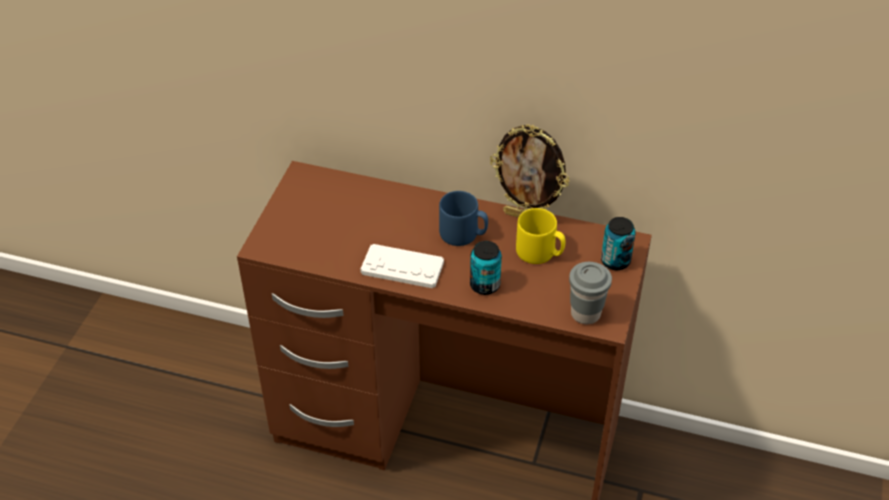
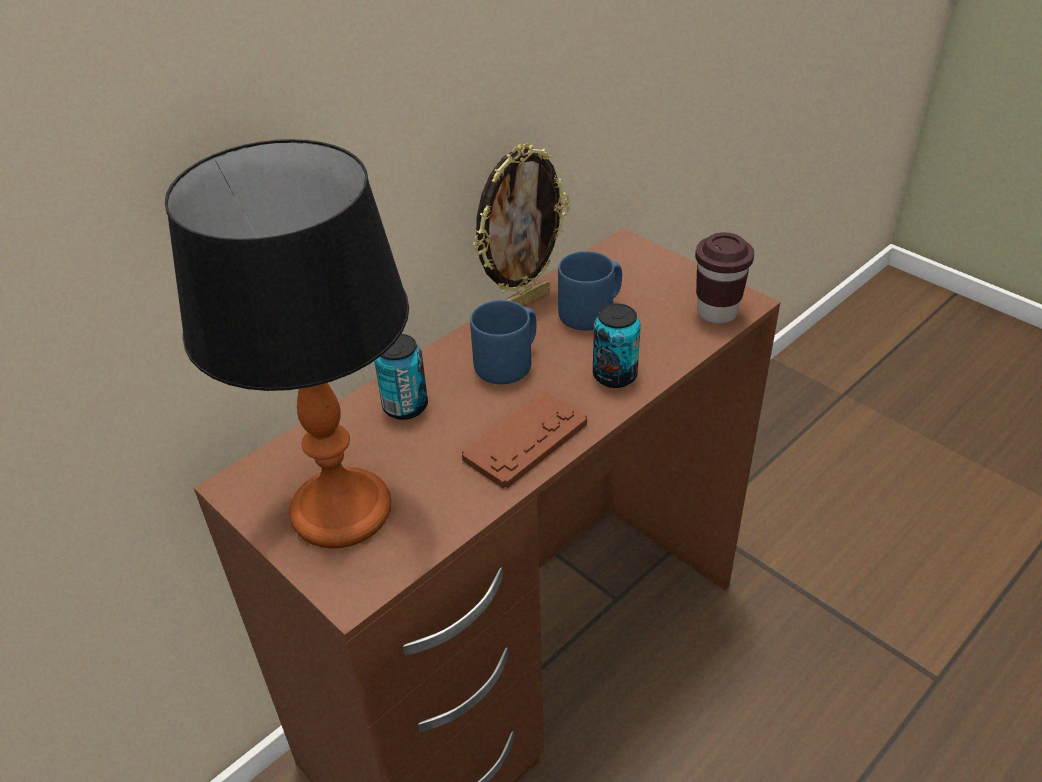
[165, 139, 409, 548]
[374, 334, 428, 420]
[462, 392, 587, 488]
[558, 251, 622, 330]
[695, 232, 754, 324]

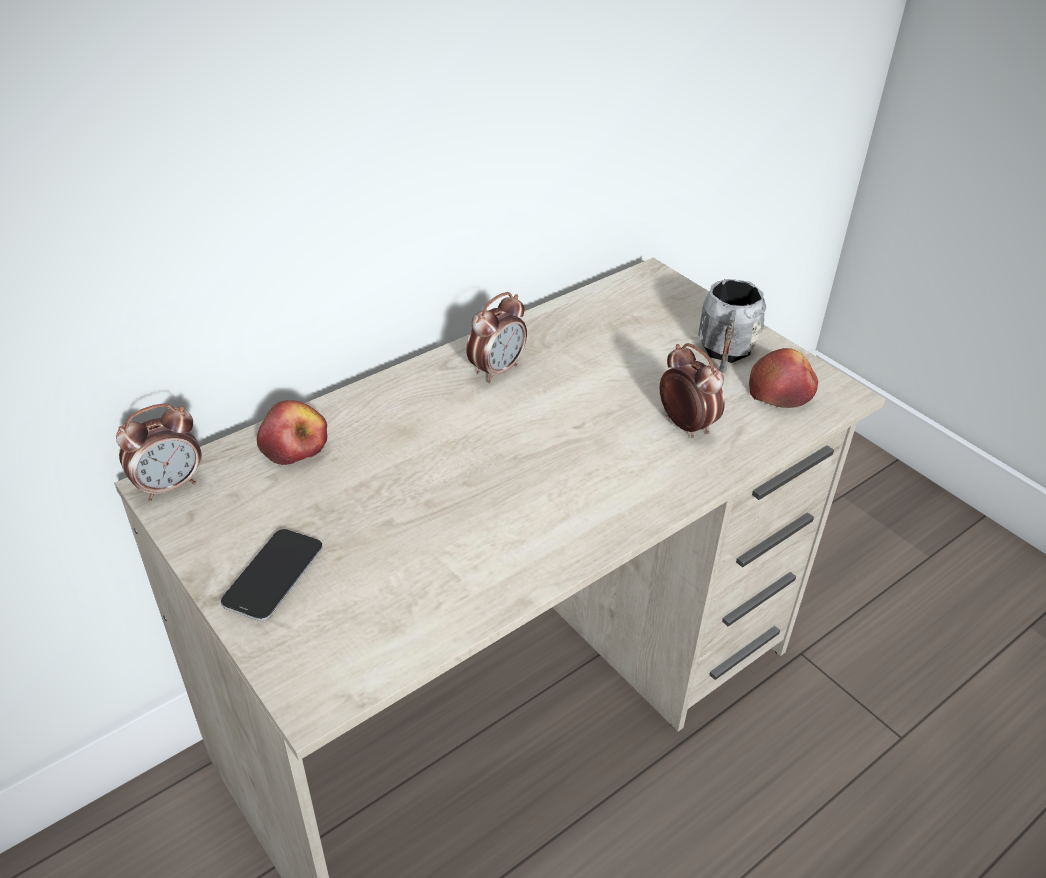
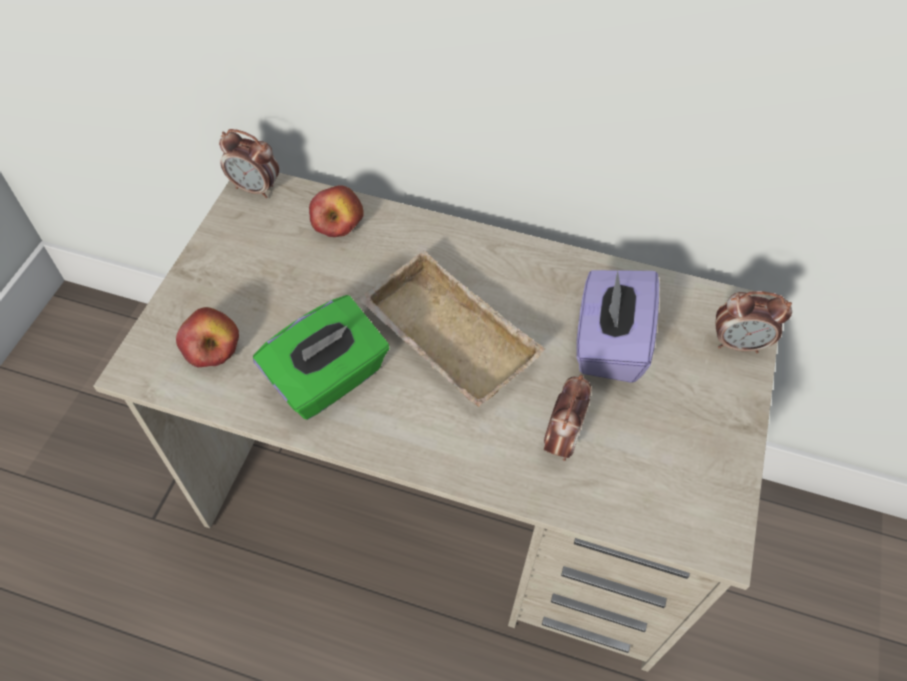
[176, 307, 239, 367]
[253, 295, 390, 420]
[358, 250, 545, 407]
[576, 270, 659, 383]
[715, 291, 792, 353]
[221, 529, 323, 621] (first image)
[698, 279, 766, 373] (first image)

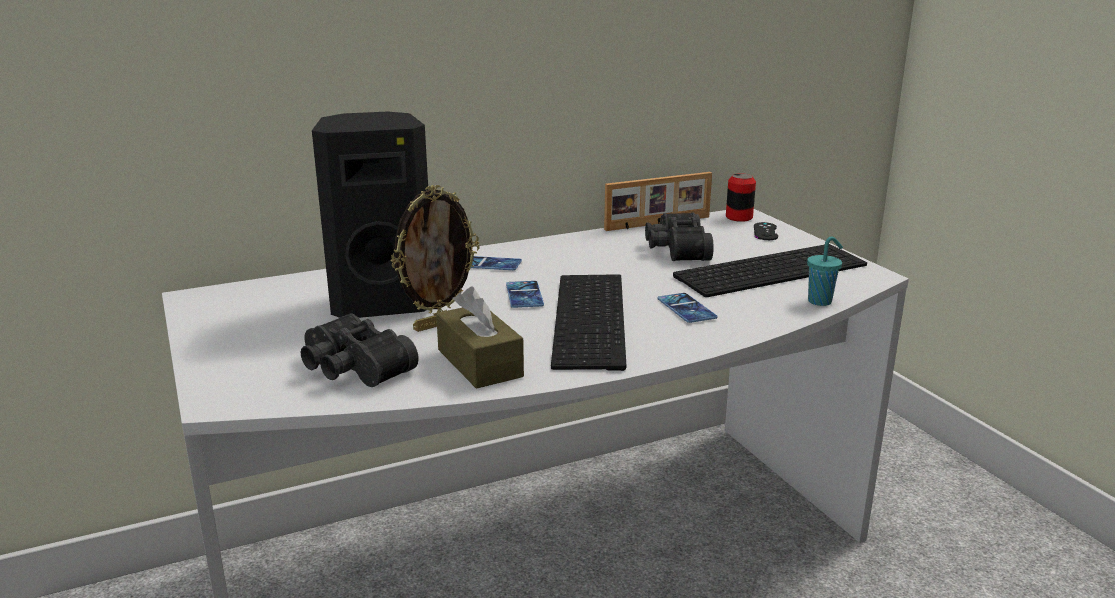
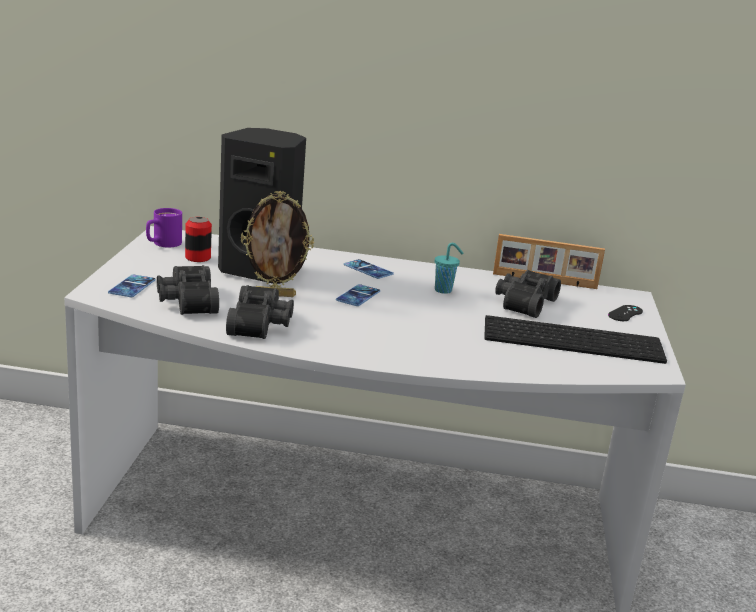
[108, 274, 156, 297]
[146, 208, 182, 247]
[185, 217, 212, 262]
[226, 285, 294, 339]
[435, 243, 463, 294]
[551, 274, 626, 371] (first image)

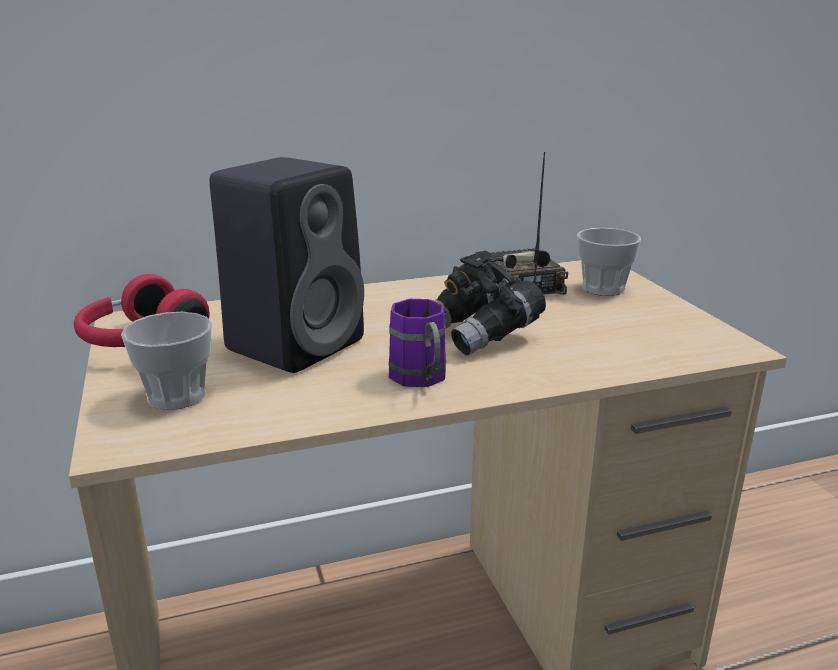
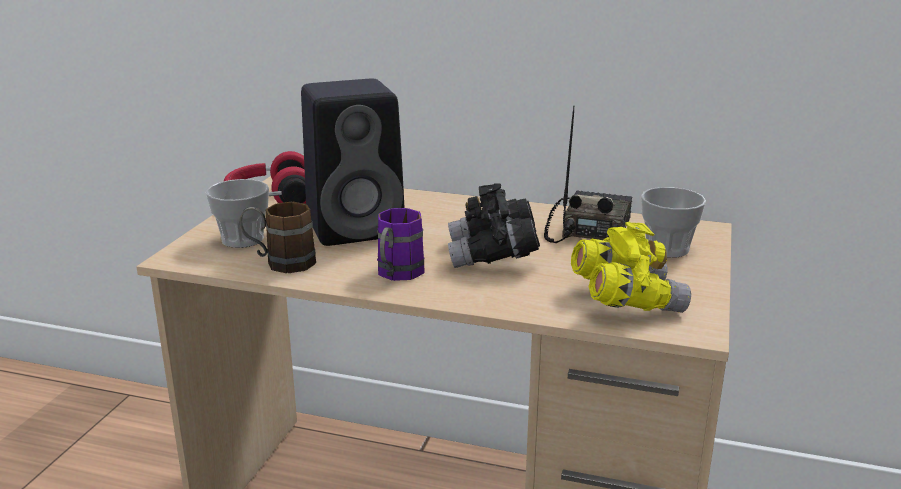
[240, 202, 316, 273]
[571, 221, 691, 313]

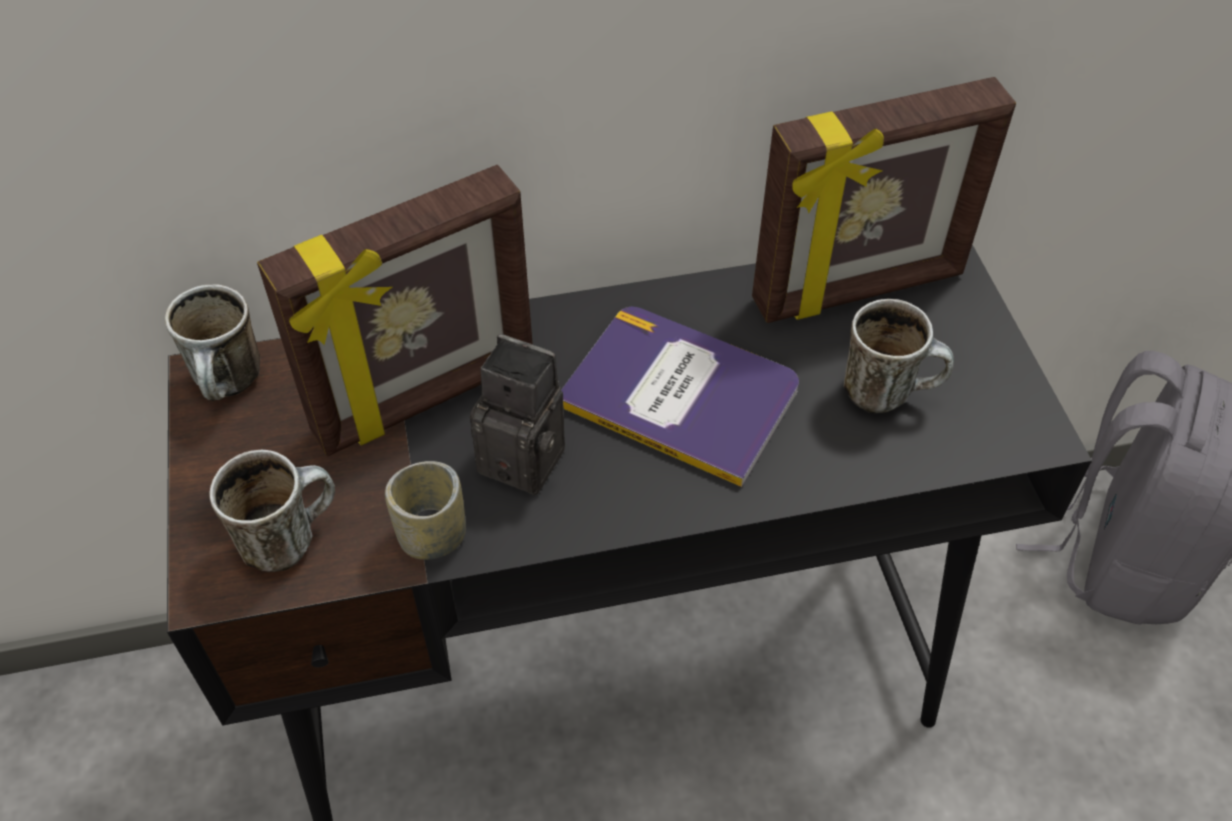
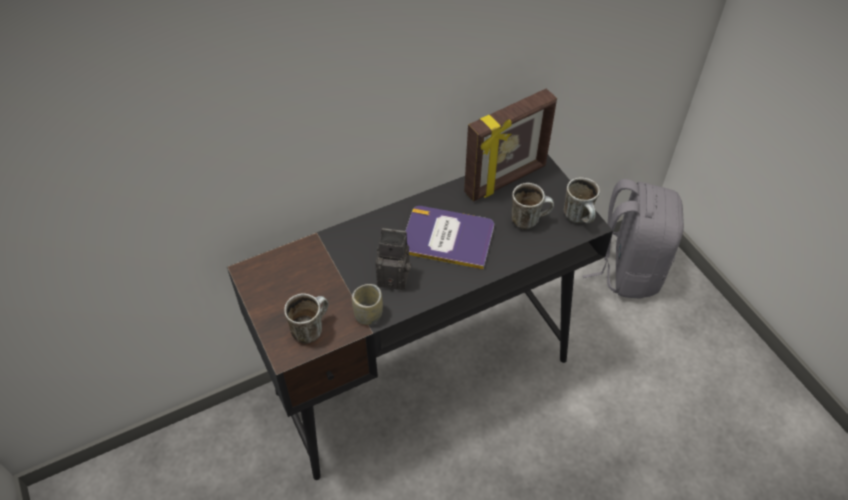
[564, 177, 600, 224]
[257, 165, 533, 456] (first image)

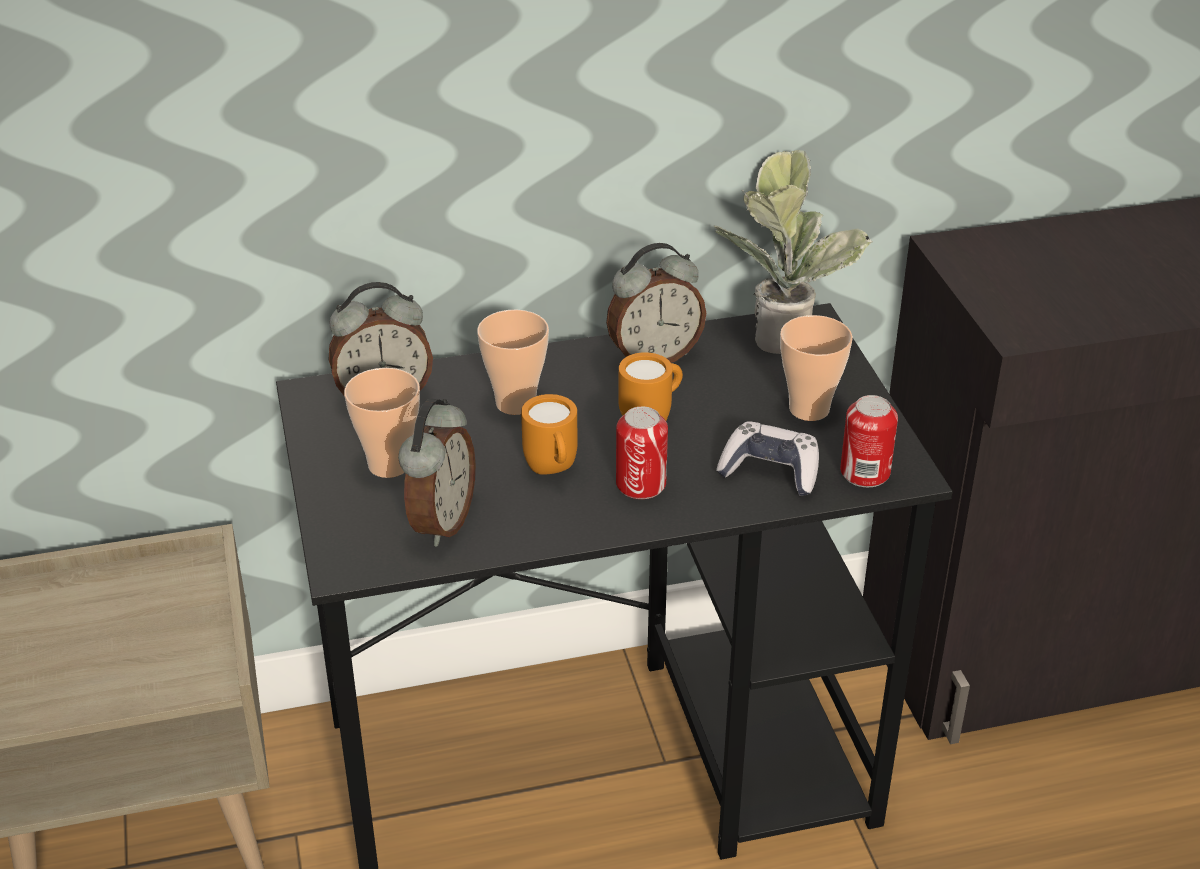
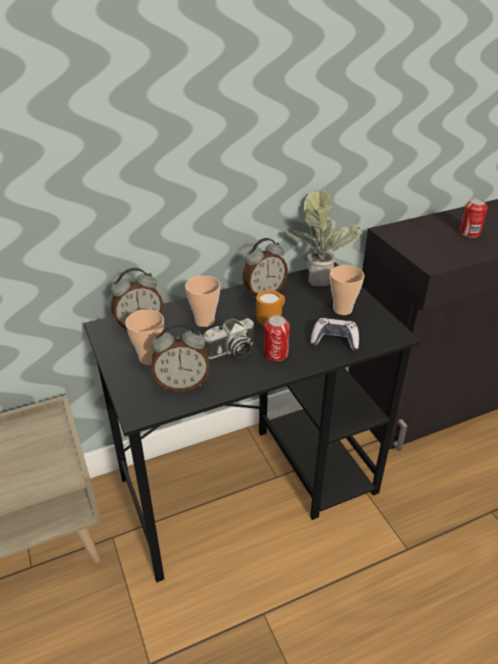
[152, 323, 209, 392]
[203, 318, 254, 359]
[460, 199, 488, 238]

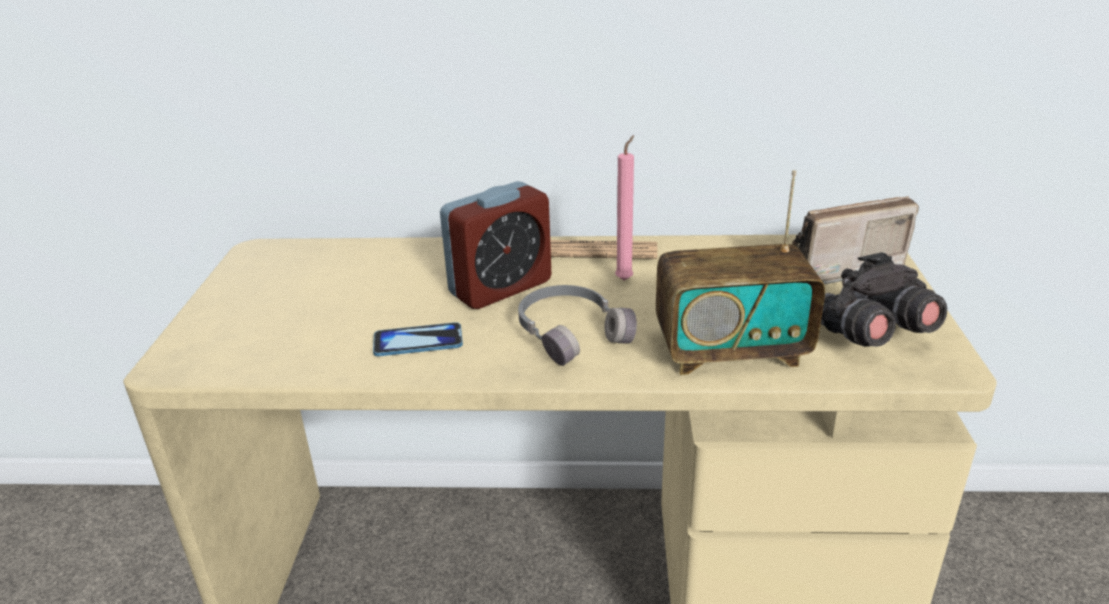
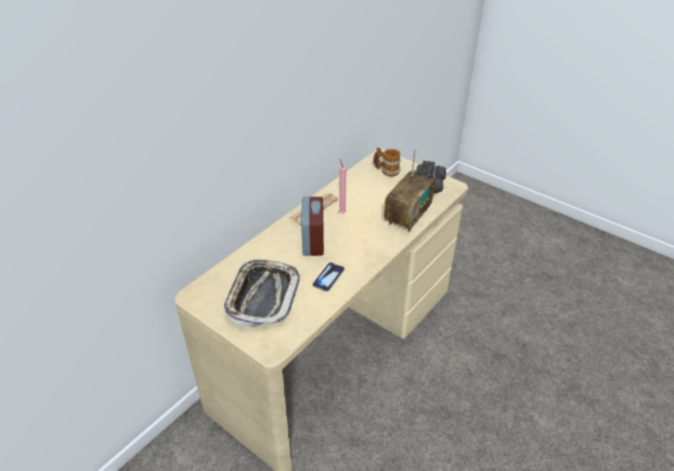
[224, 259, 300, 328]
[373, 147, 401, 177]
[518, 285, 637, 366] (first image)

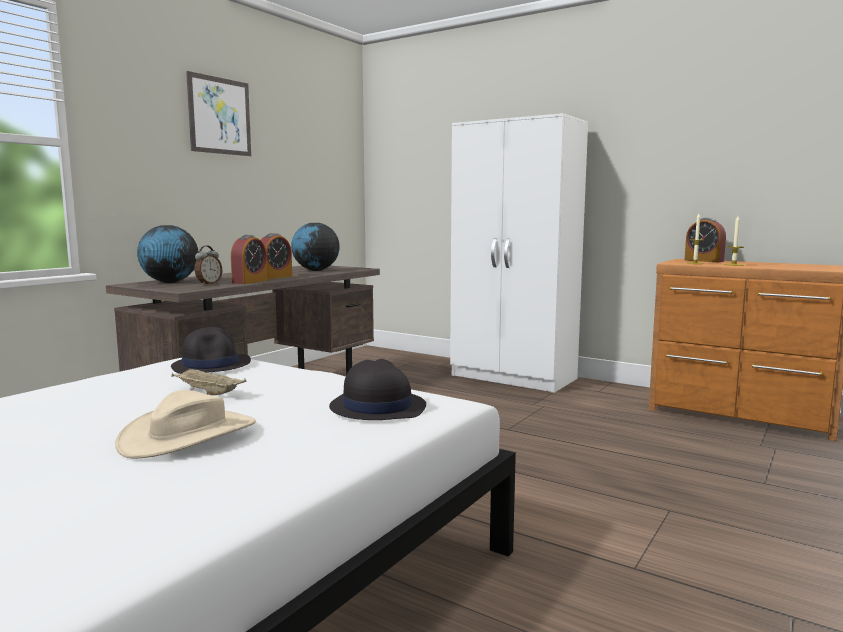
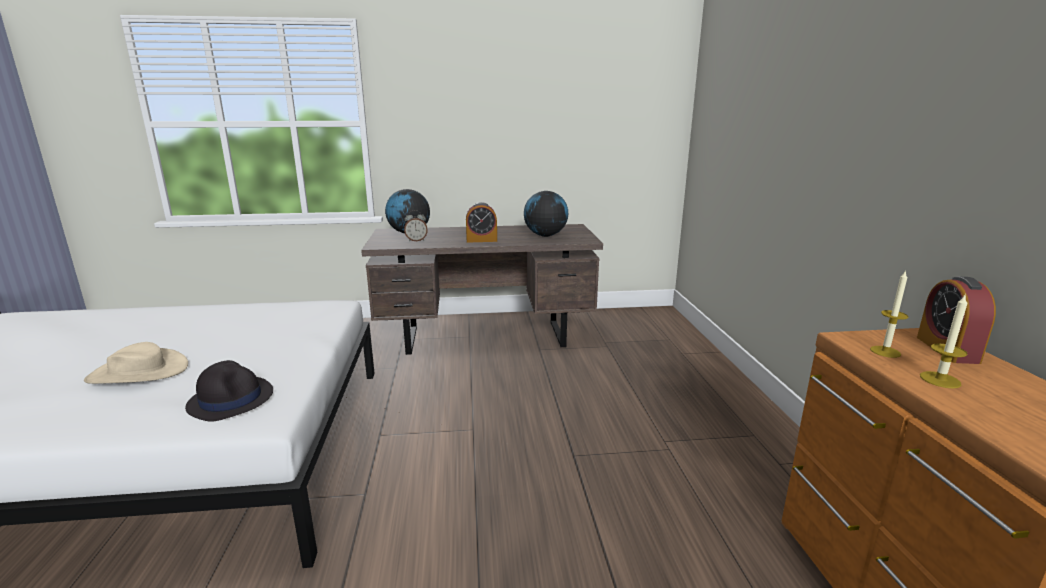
[171, 327, 251, 374] (first image)
[171, 368, 246, 395] (first image)
[186, 71, 251, 156] (first image)
[231, 235, 268, 284] (first image)
[450, 113, 588, 393] (first image)

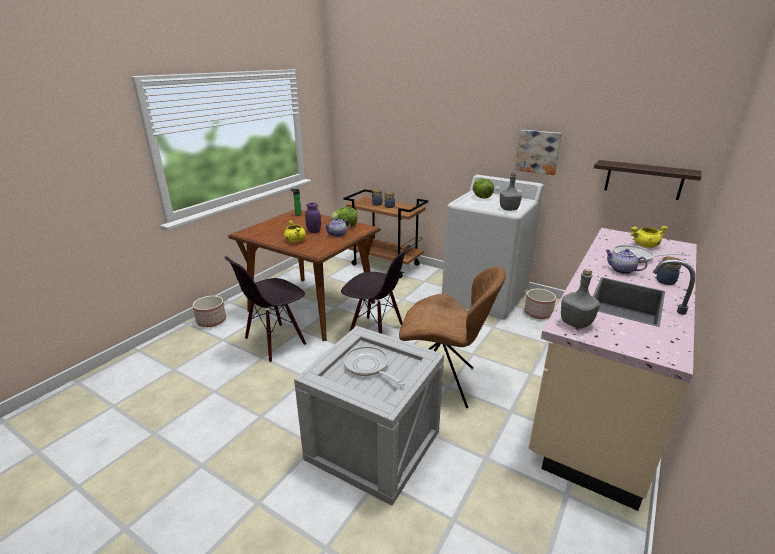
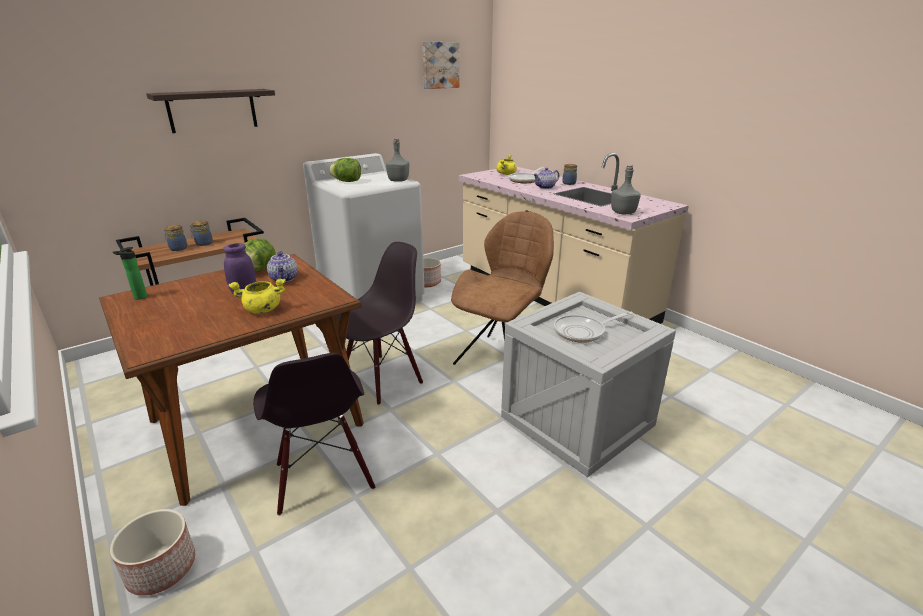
[146, 89, 275, 133]
[422, 42, 460, 89]

